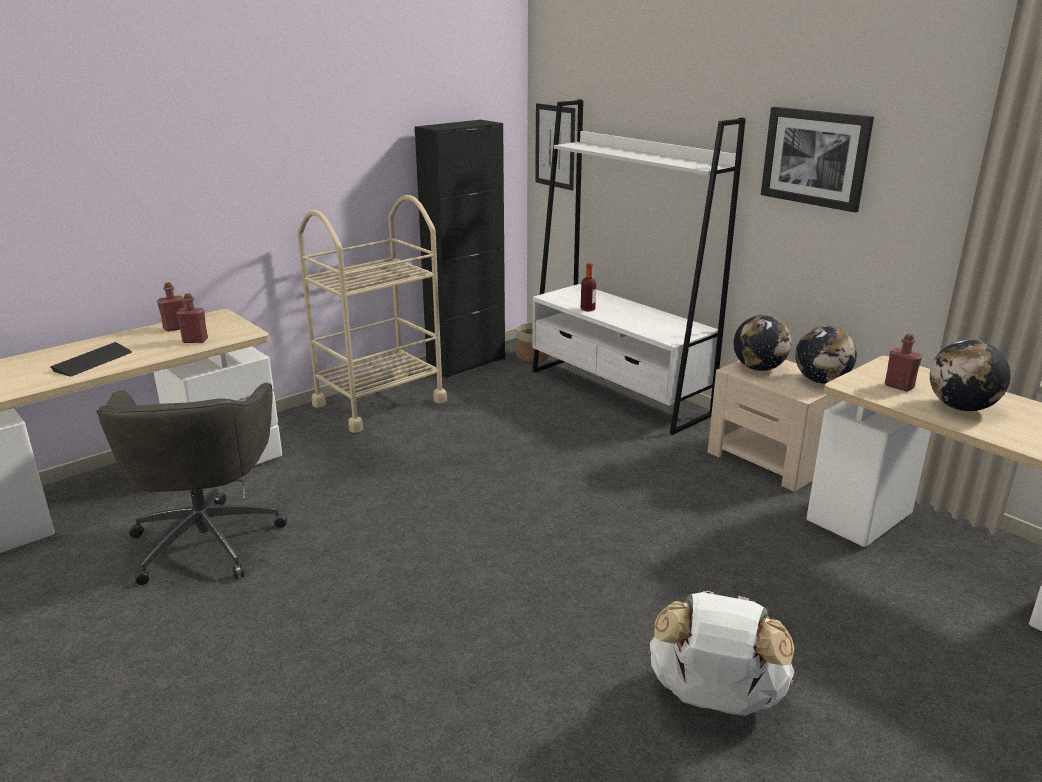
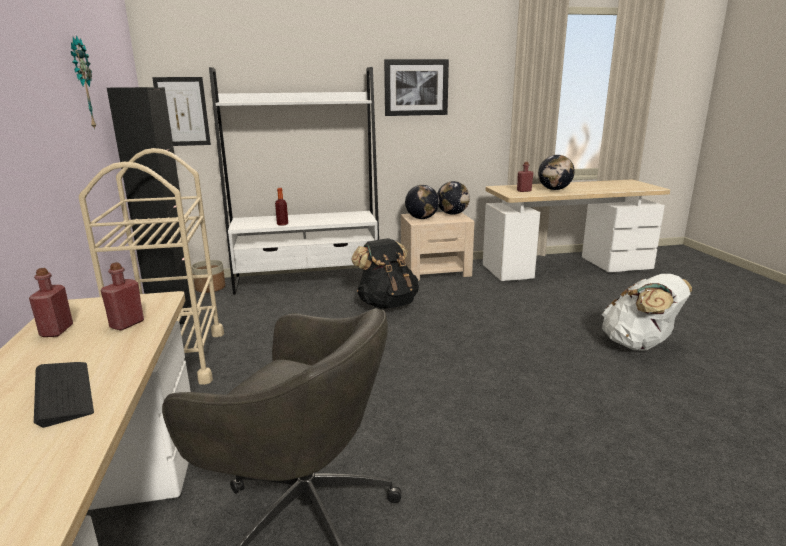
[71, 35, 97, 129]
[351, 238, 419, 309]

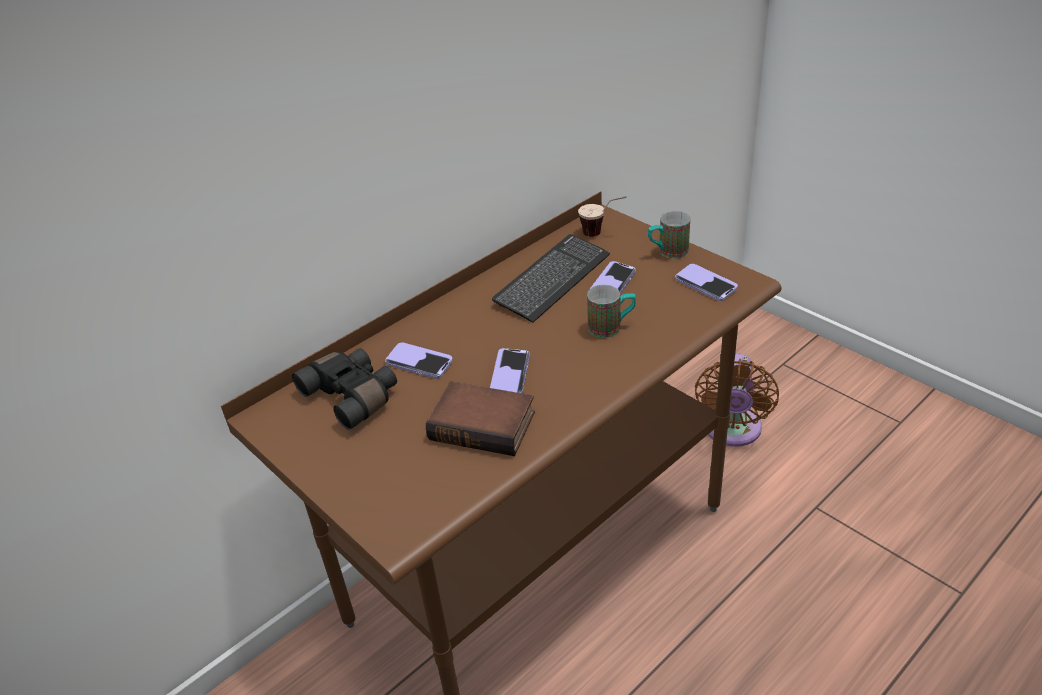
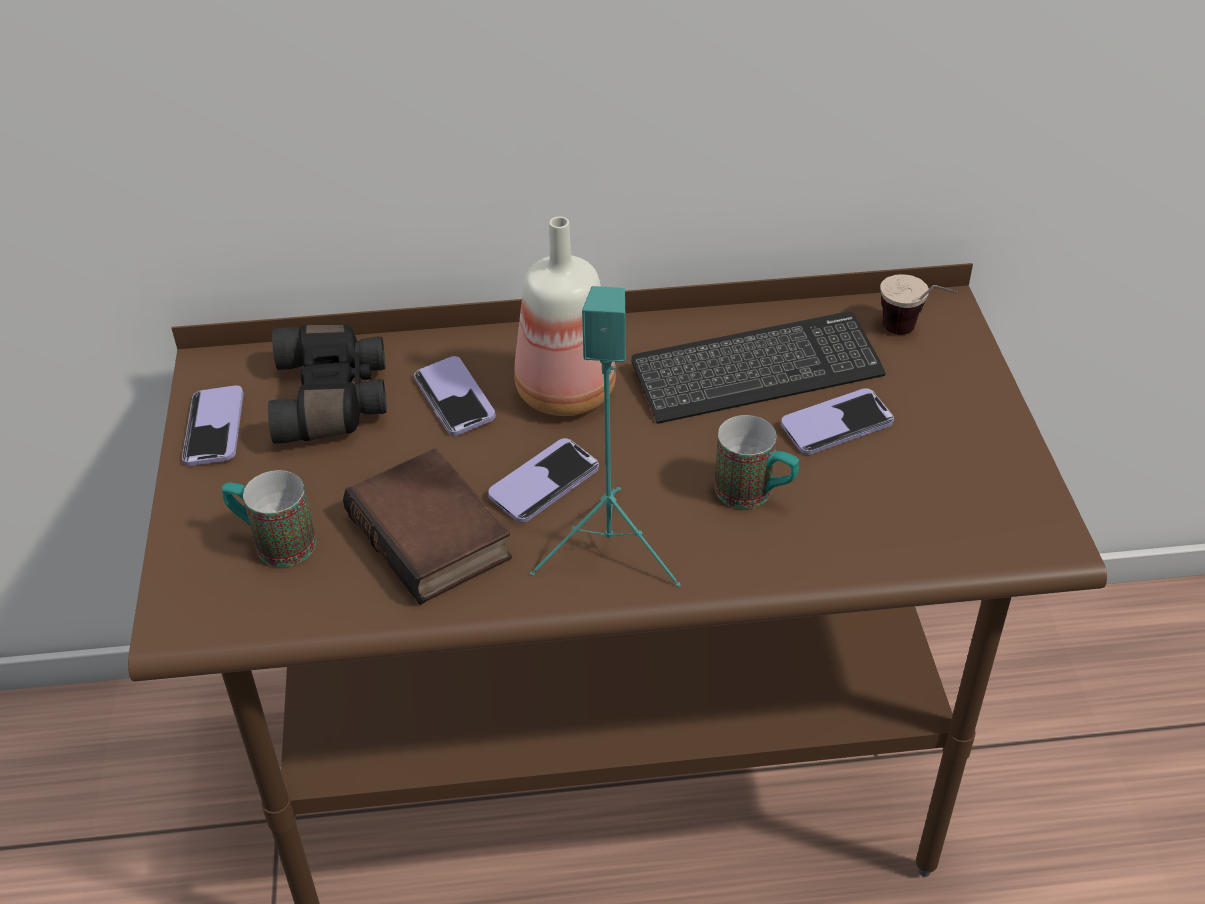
[182, 385, 244, 466]
[222, 470, 316, 567]
[514, 217, 616, 416]
[530, 286, 680, 587]
[695, 354, 779, 447] (first image)

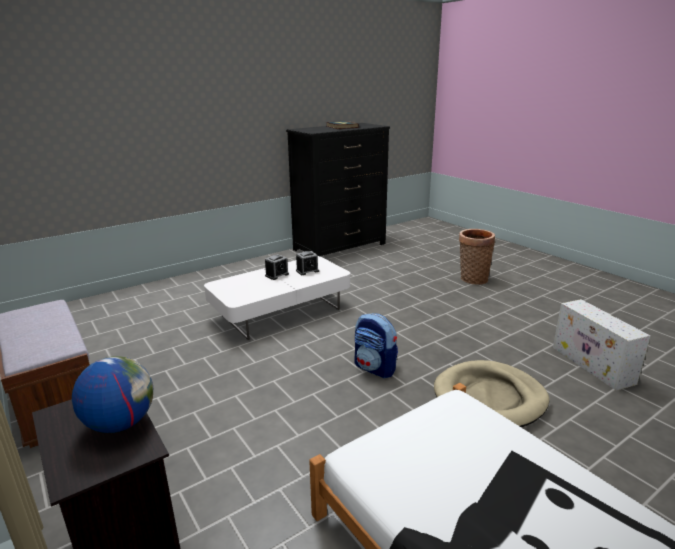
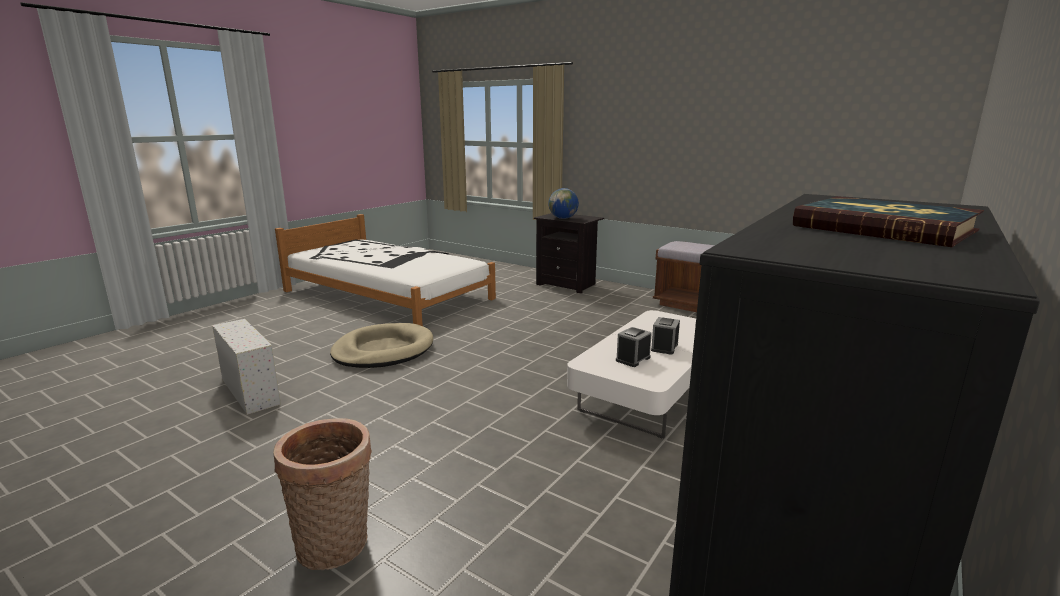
[355, 313, 398, 378] (first image)

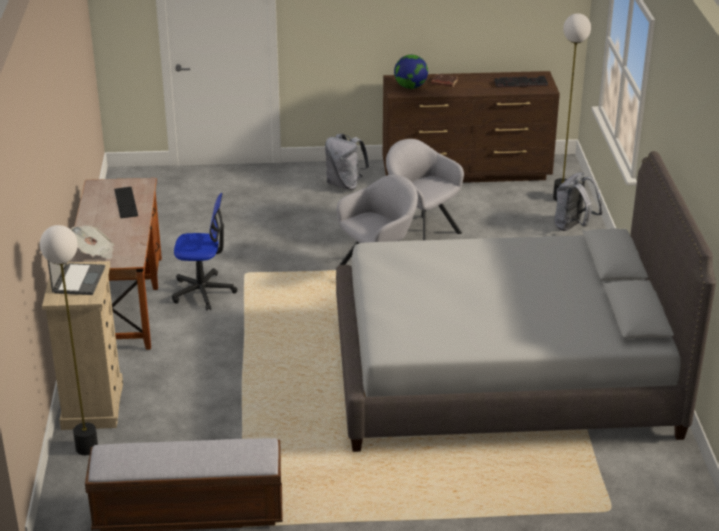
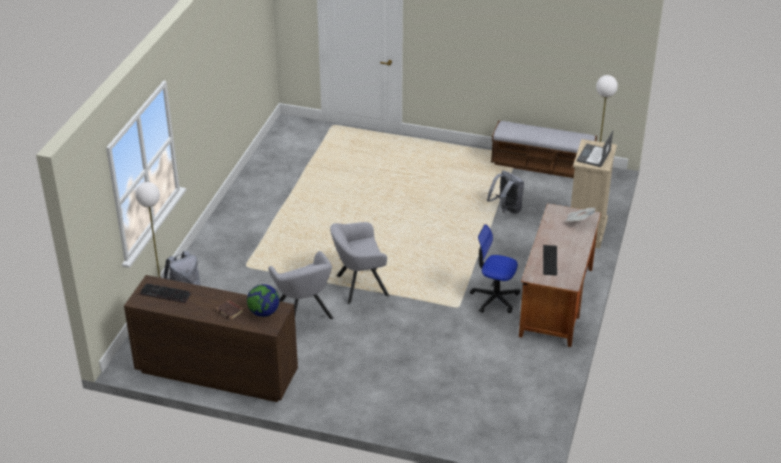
[487, 171, 524, 214]
[336, 151, 716, 452] (first image)

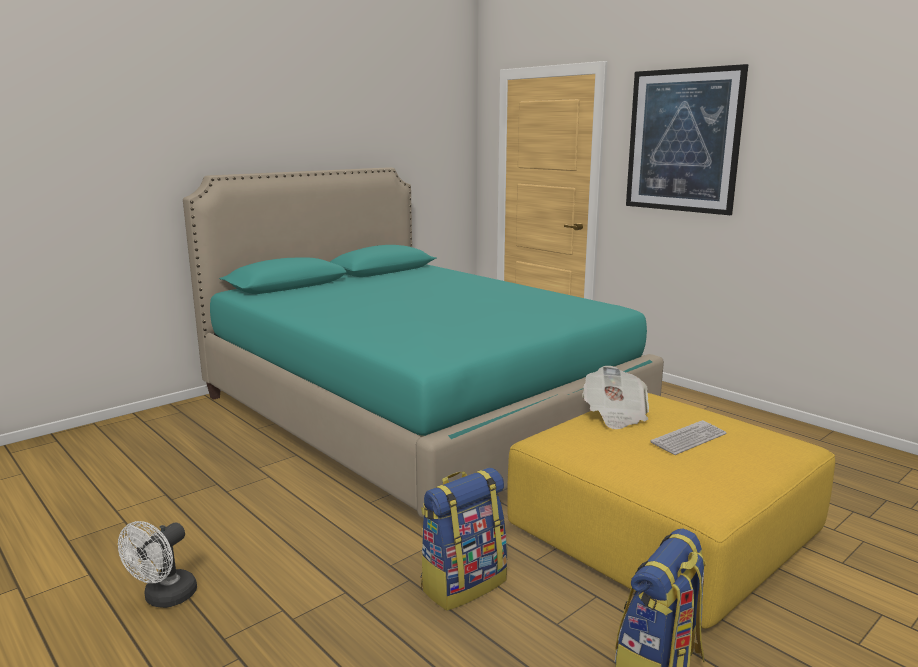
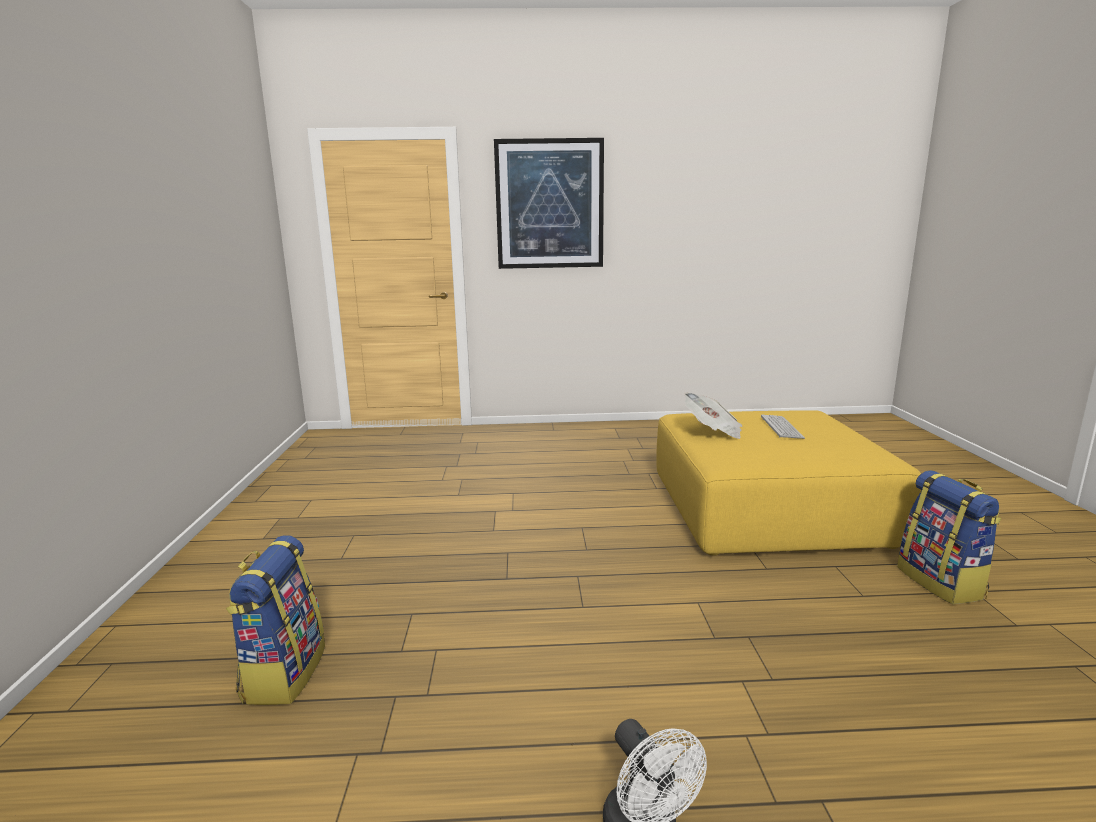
[226, 535, 325, 705]
[183, 167, 664, 519] (first image)

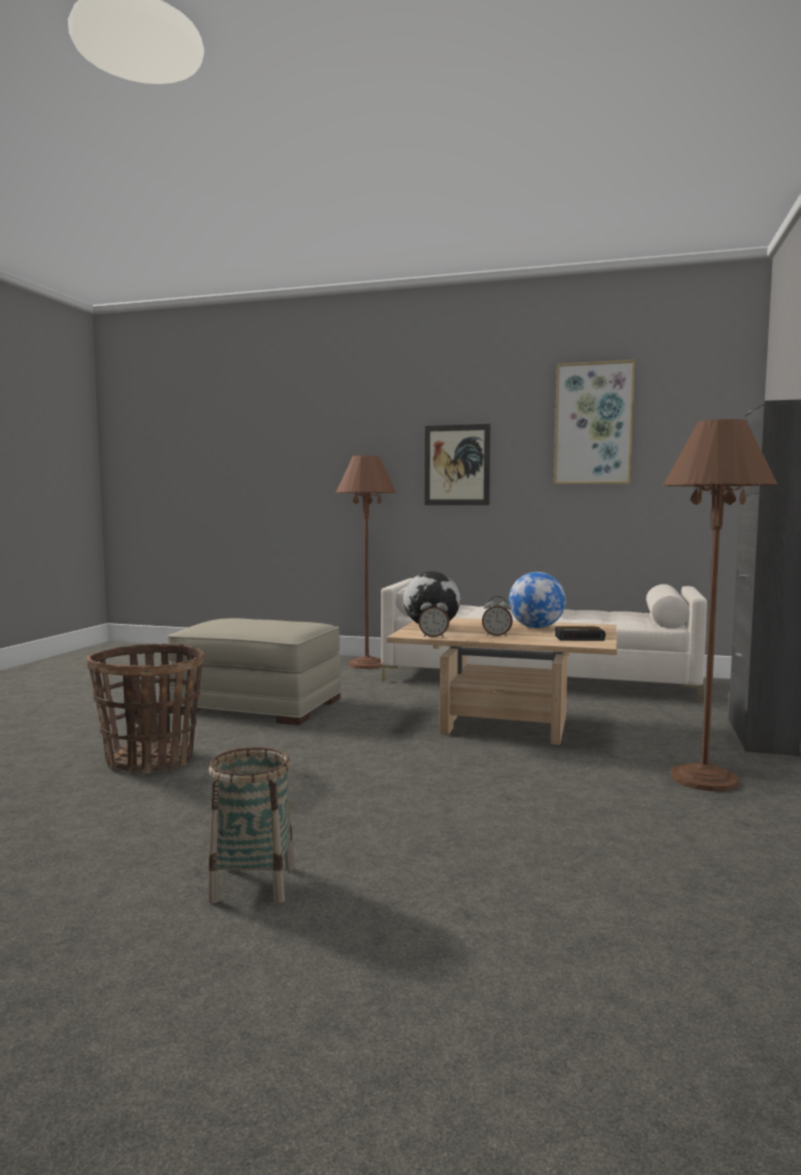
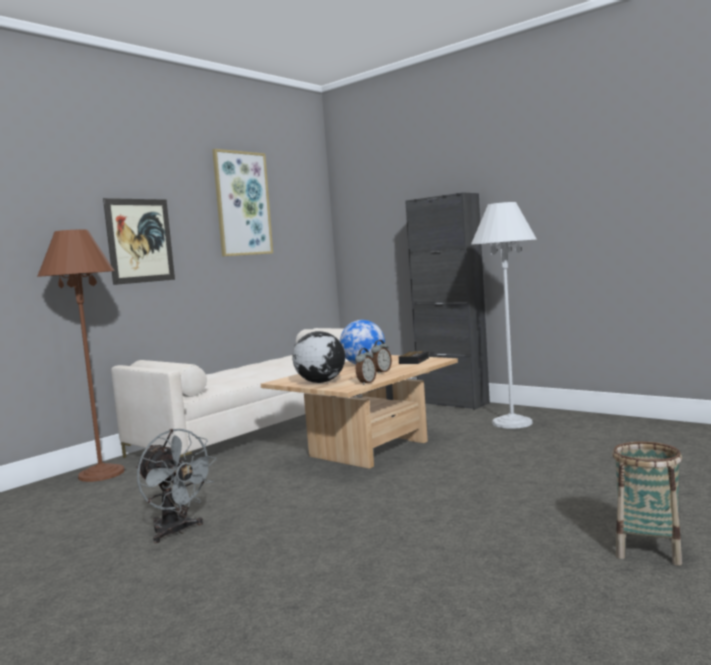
[136, 429, 217, 543]
[471, 202, 537, 429]
[87, 643, 204, 774] (first image)

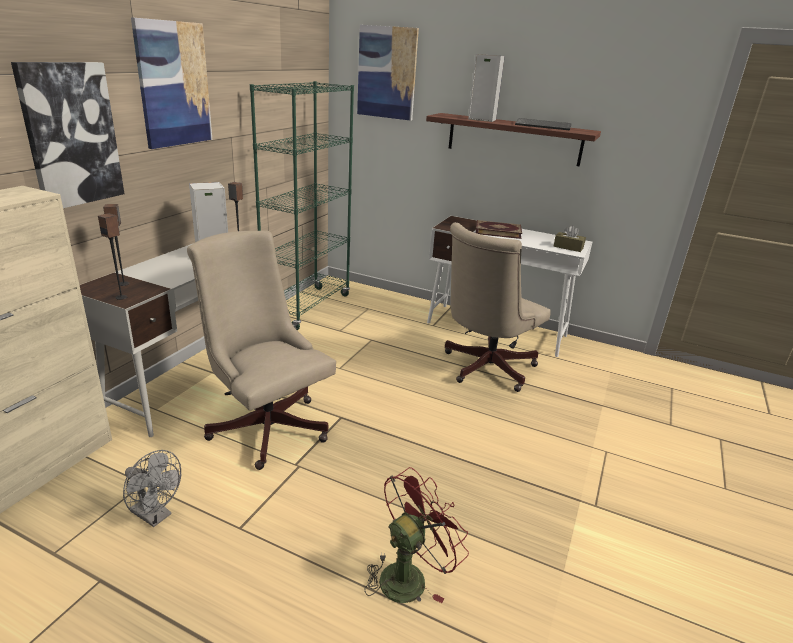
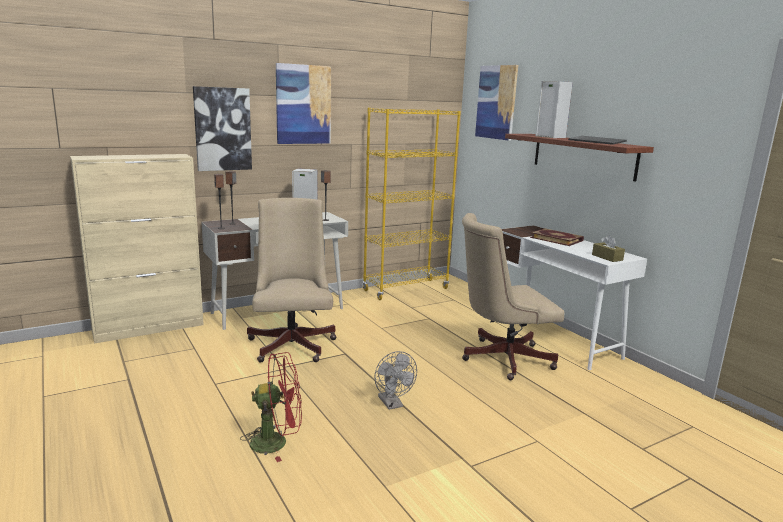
[363, 108, 461, 300]
[375, 351, 417, 410]

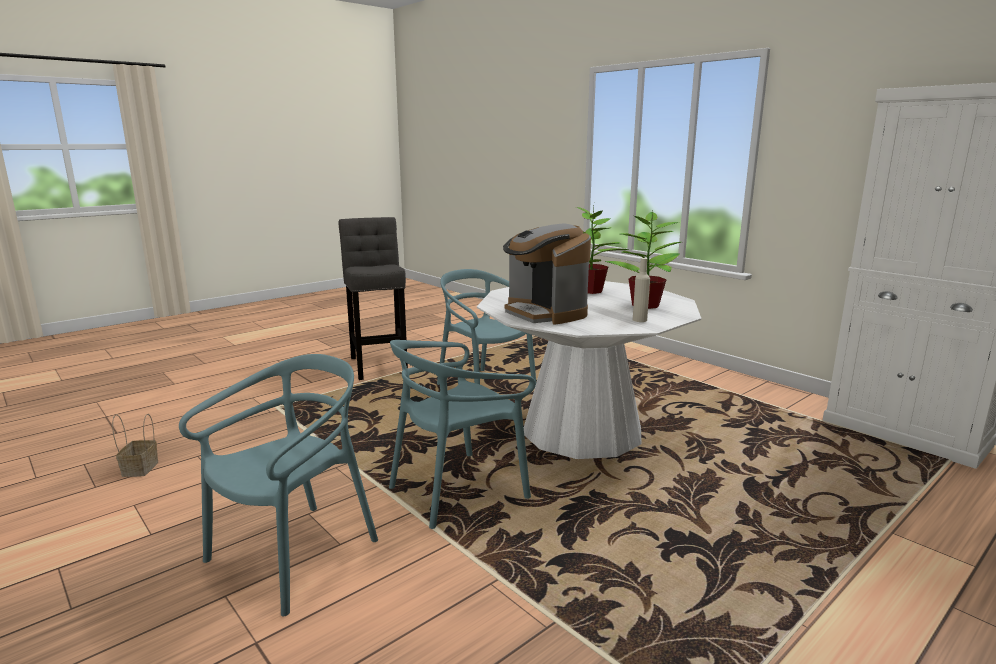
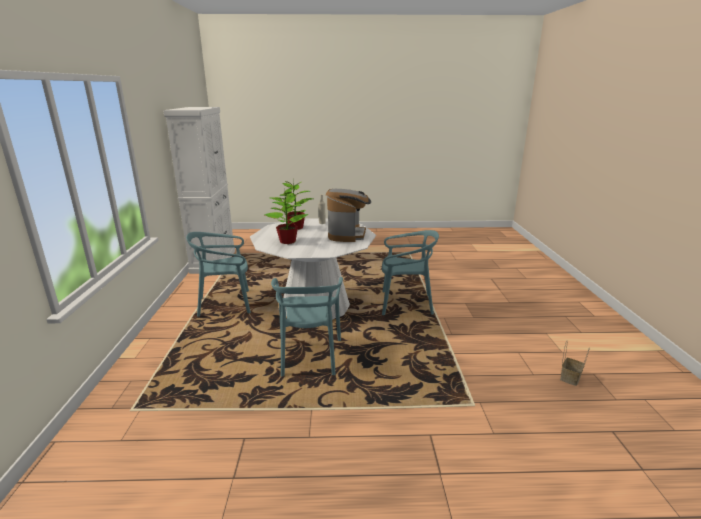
[186, 232, 251, 317]
[339, 217, 408, 380] (first image)

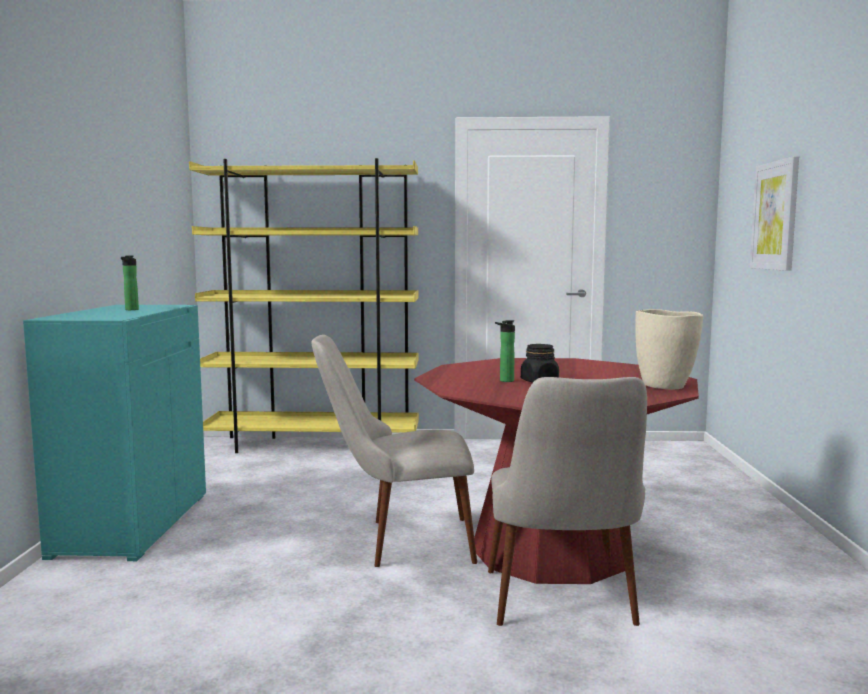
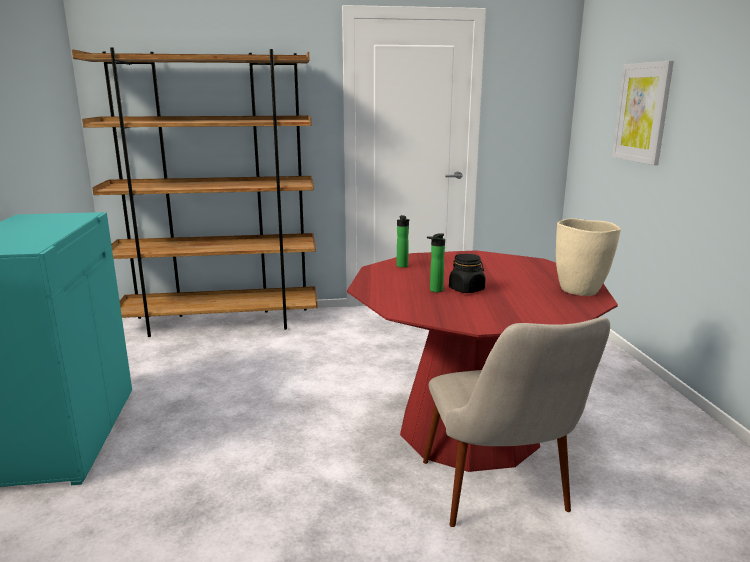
[72, 47, 318, 337]
[397, 215, 409, 268]
[312, 335, 477, 567] (first image)

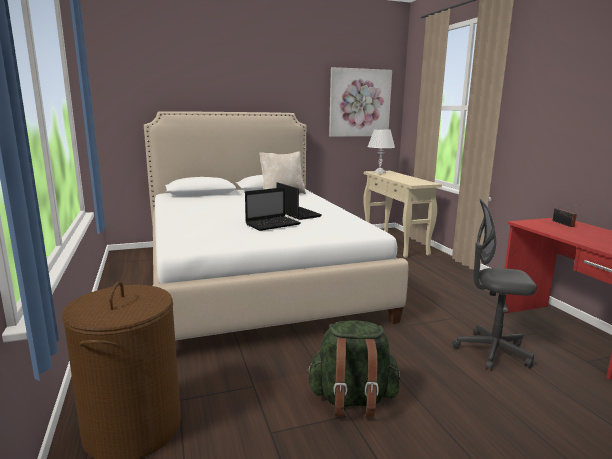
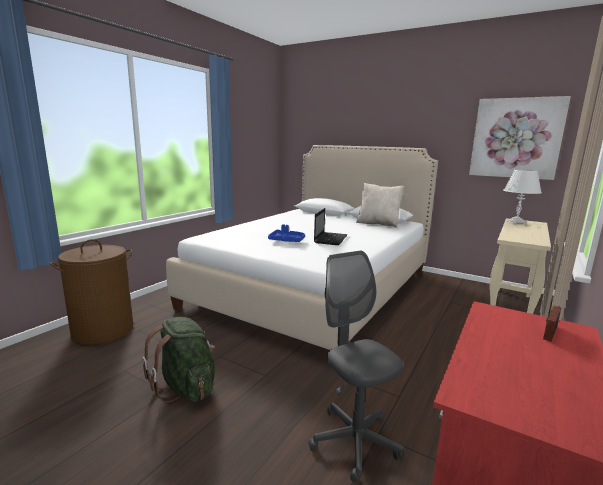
[268, 224, 305, 242]

